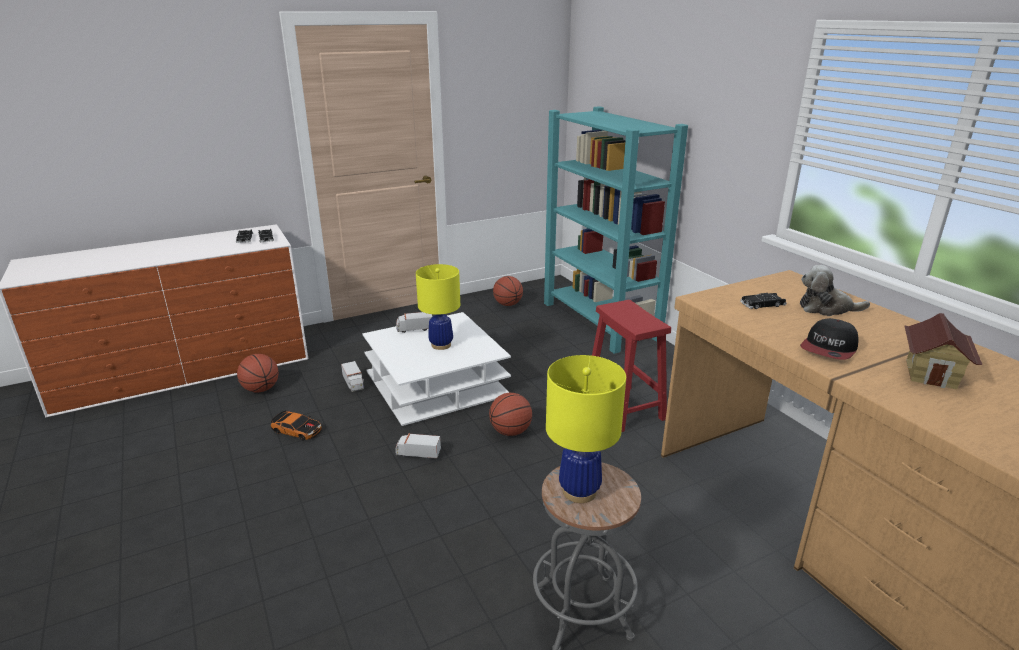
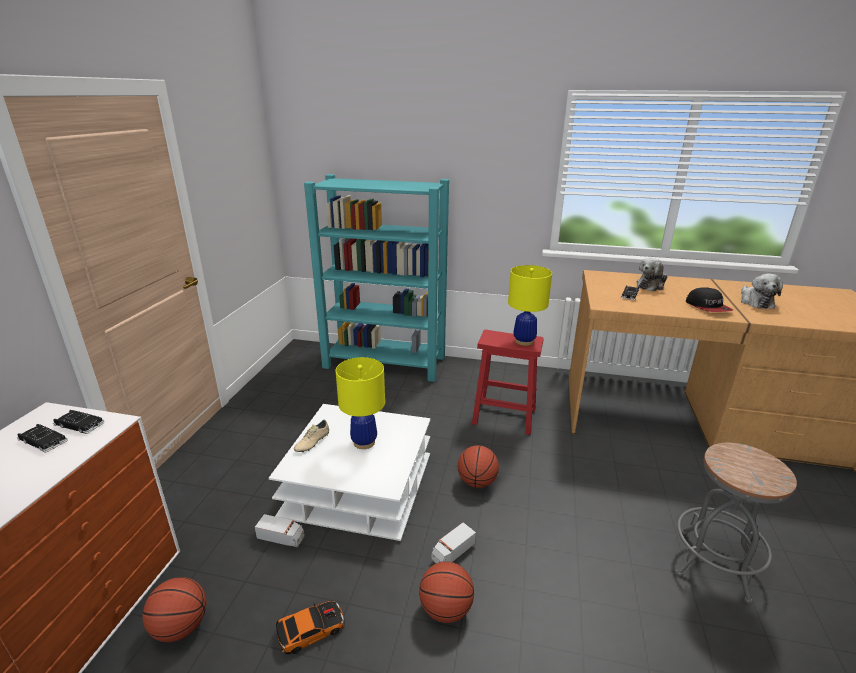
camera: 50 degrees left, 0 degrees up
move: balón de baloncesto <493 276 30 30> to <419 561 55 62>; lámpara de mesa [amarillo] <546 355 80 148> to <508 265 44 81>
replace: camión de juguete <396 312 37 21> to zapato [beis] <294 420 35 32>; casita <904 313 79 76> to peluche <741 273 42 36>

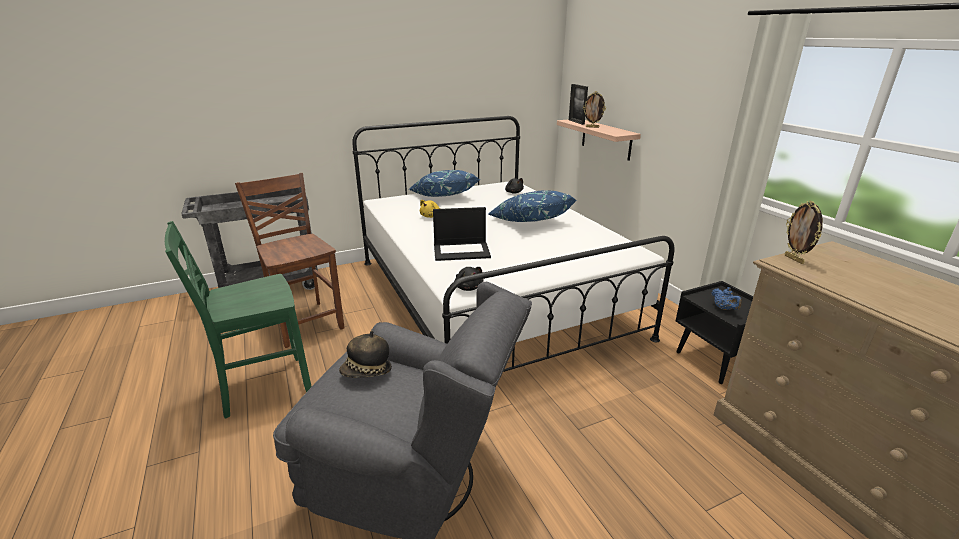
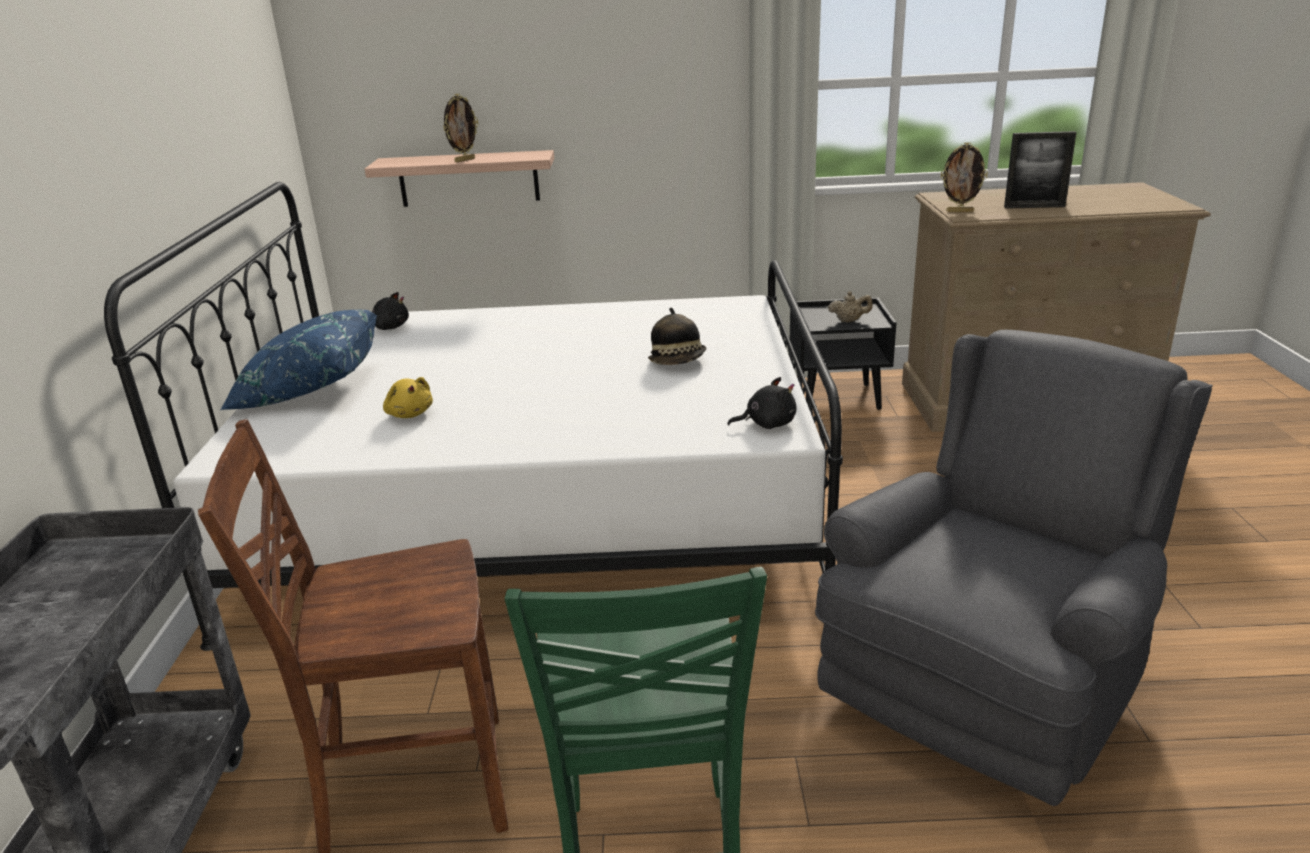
camera: 65 degrees left, 0 degrees up
delete: portátil <433 207 58 54>; cojín [azul] <489 190 88 32>
move: sombrero <339 330 53 48> to <648 308 58 57>; portarretratos <569 84 19 41> to <1004 131 73 78>
recolor: tetera [azul] <712 287 30 23> to tetera [beis] <828 291 45 31>

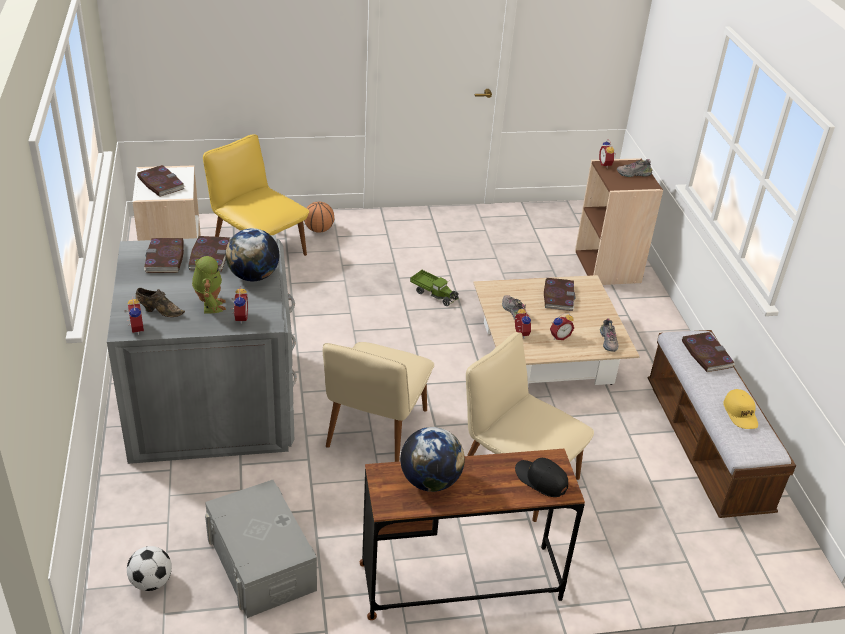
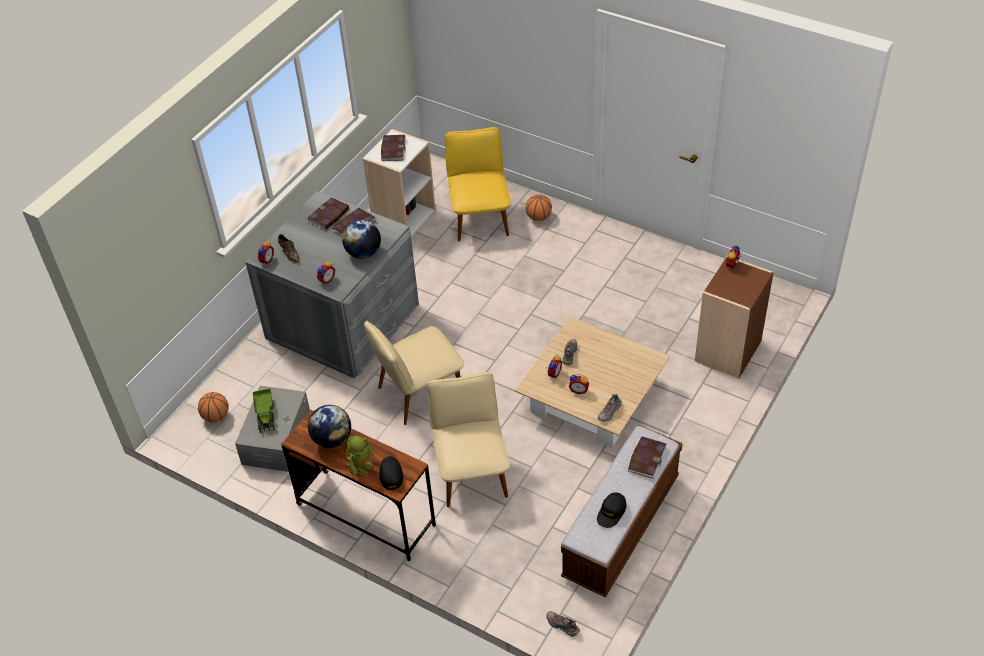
camera: 45 degrees right, 10 degrees up
delete: libro <544 278 31 33>
move: camión de juguete <410 270 49 36> to <253 389 22 44>; robot de juguete <192 256 34 57> to <346 435 28 42>; zapato <617 159 36 18> to <546 611 34 25>
replace: balón de fútbol <127 546 45 45> to balón de baloncesto <198 392 31 30>
recolor: gorra [amarillo] <723 389 35 40> to gorra [negro] <597 492 29 36>

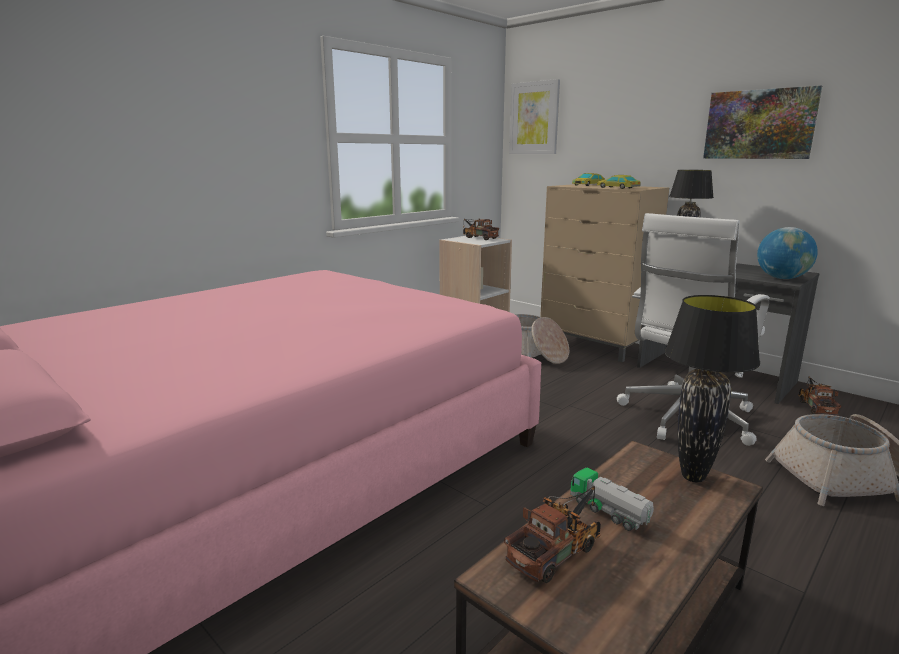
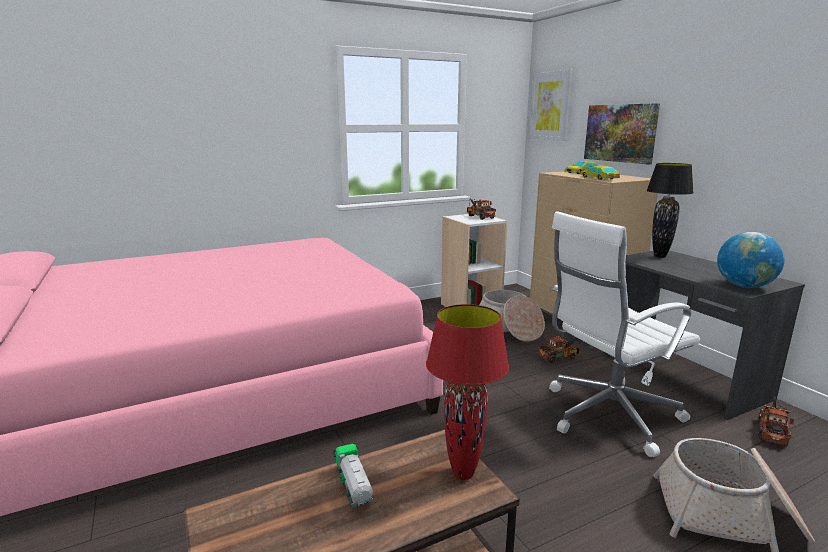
camera: 20 degrees right, 0 degrees up
move: camión de juguete <504 486 97 97> to <538 336 42 27>; cuadro <703 86 119 73> to <584 103 76 62>
recolor: lámpara de mesa [negro] <665 295 95 187> to lámpara de mesa [rojo] <426 304 83 176>

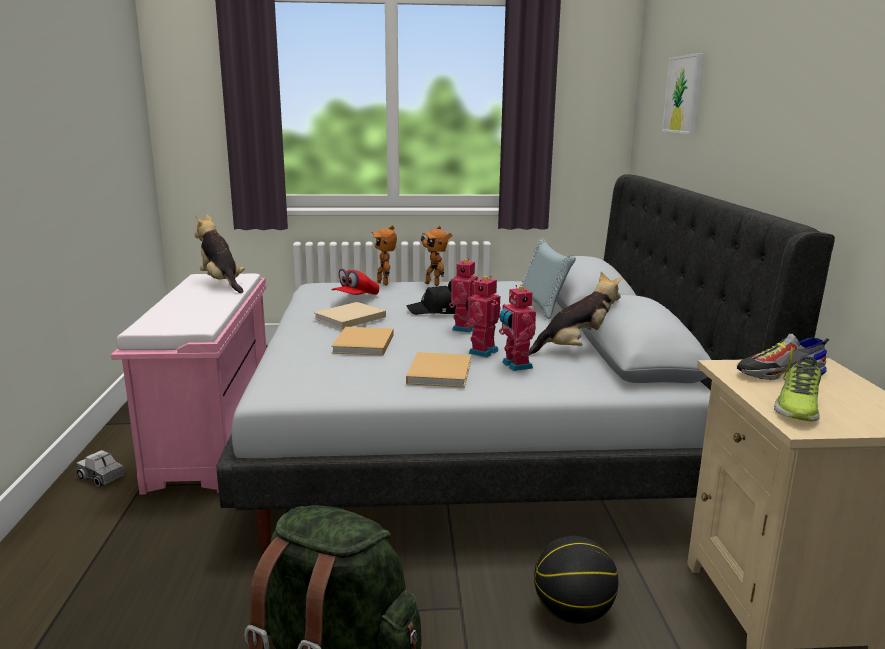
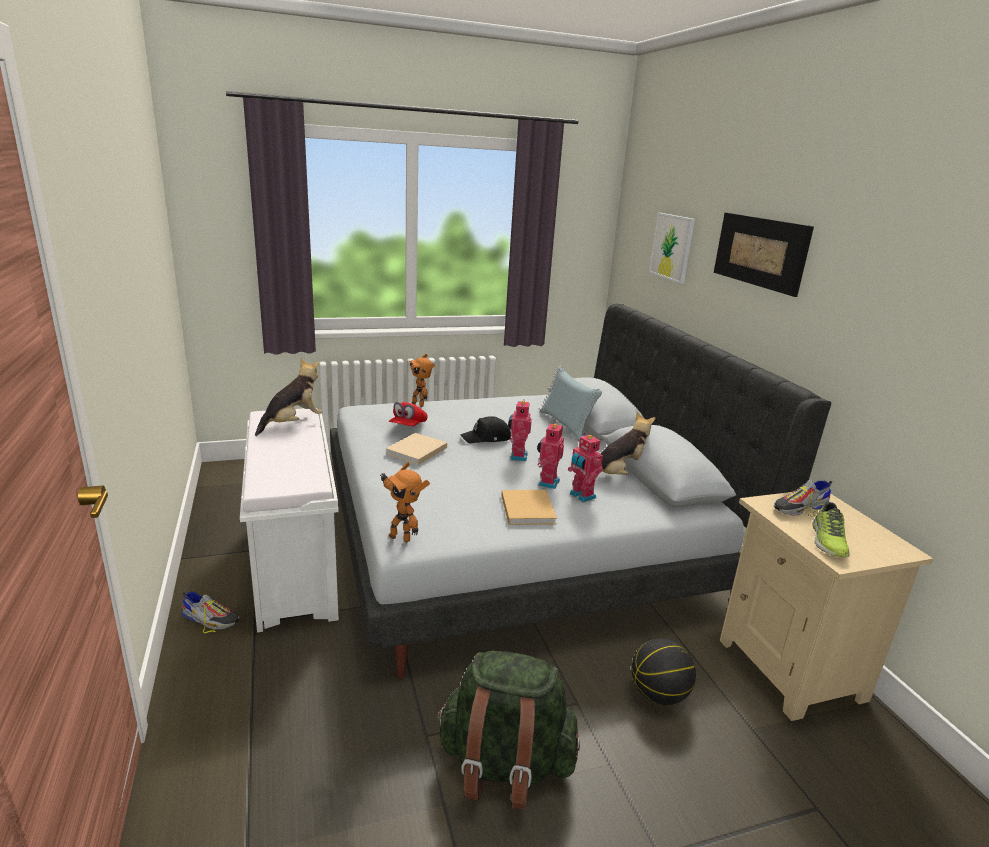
camera: 15 degrees left, 5 degrees up
delete: libro [beis] <331 327 63 29>
insert: cuadro <714 213 100 84>
move: robot de juguete <420 226 33 60> to <380 462 50 80>
replace: camión de juguete <76 450 49 37> to zapato <182 592 57 41>
recolor: banco [rosa] <111 274 155 221> to banco [blanco] <240 408 99 224>
rotate: peluche <194 215 51 78> = <255 359 67 77> 90 degrees clockwise

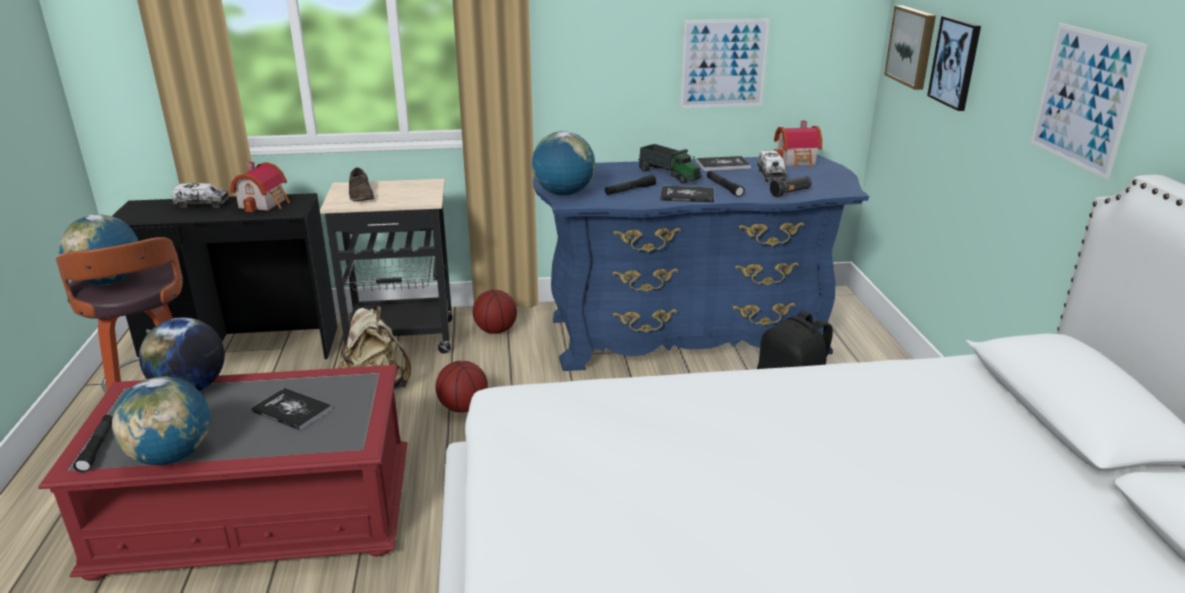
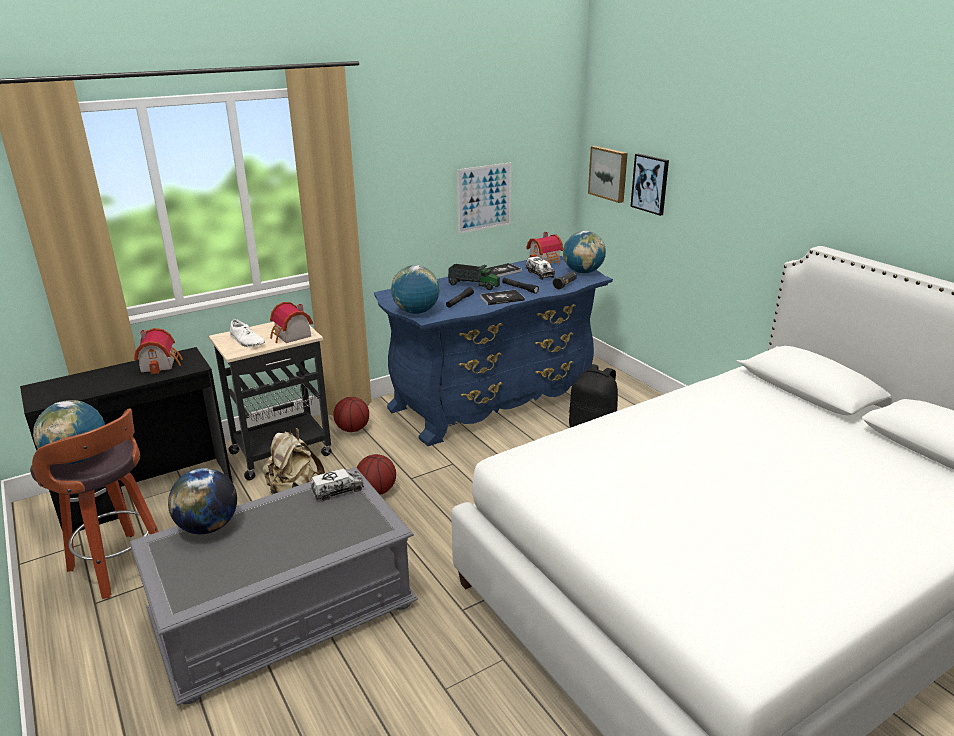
camera: 25 degrees left, 0 degrees up
delete: linterna [negro] <73 415 40 58>; libro <251 388 81 43>; cuadro <1031 23 116 156>
insert: casita <270 302 43 41>
move: camión de juguete <172 183 57 25> to <311 469 53 32>; globo terráqueo <112 376 98 89> to <563 231 43 43>
recolor: mesa de centro [rojo] <38 365 370 216> to mesa de centro [gris] <130 467 288 239>; zapato [marrón] <349 167 25 34> to zapato [blanco] <230 319 35 28>

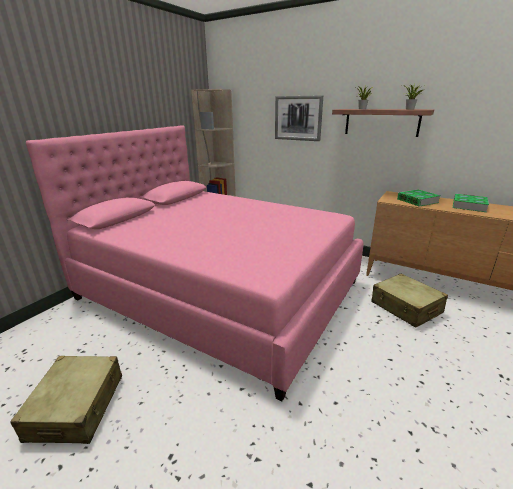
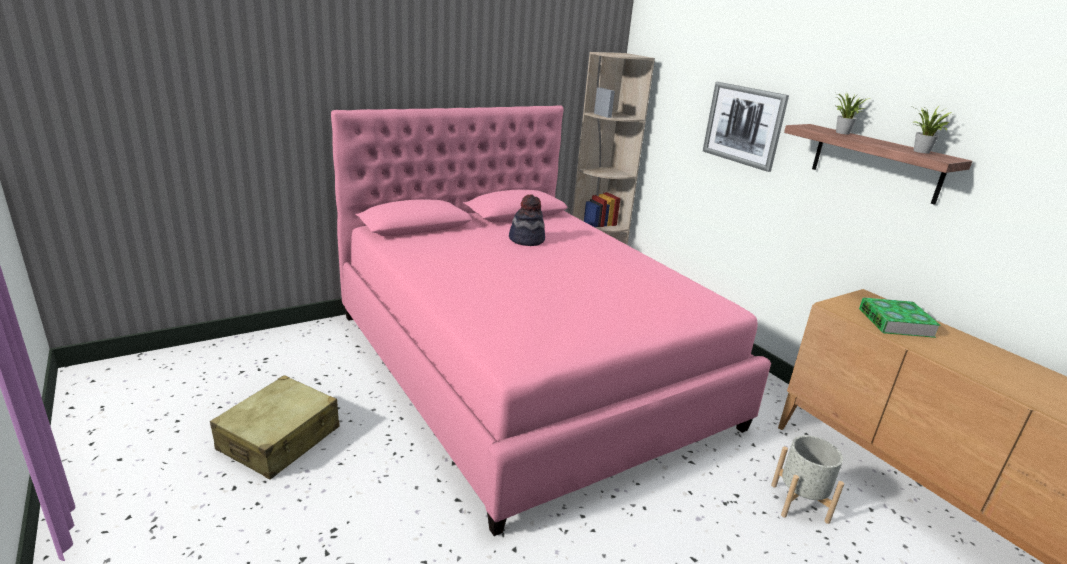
camera: 25 degrees right, 0 degrees up
delete: libro <453 194 36 18>
insert: sombrero <509 194 36 52>
replace: maleta [beis] <371 274 77 54> to maceta [gris] <771 435 73 89>

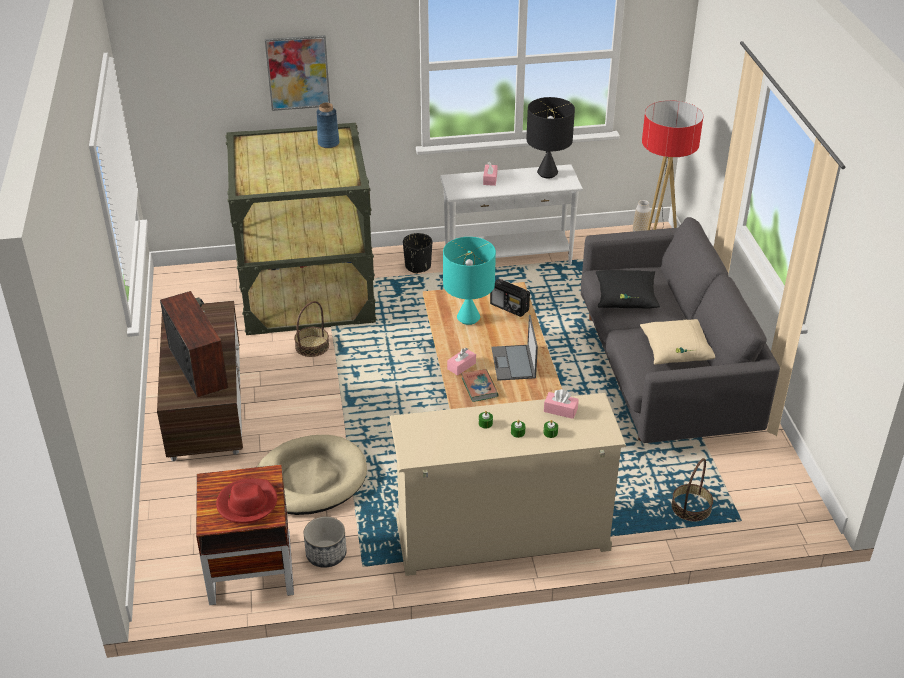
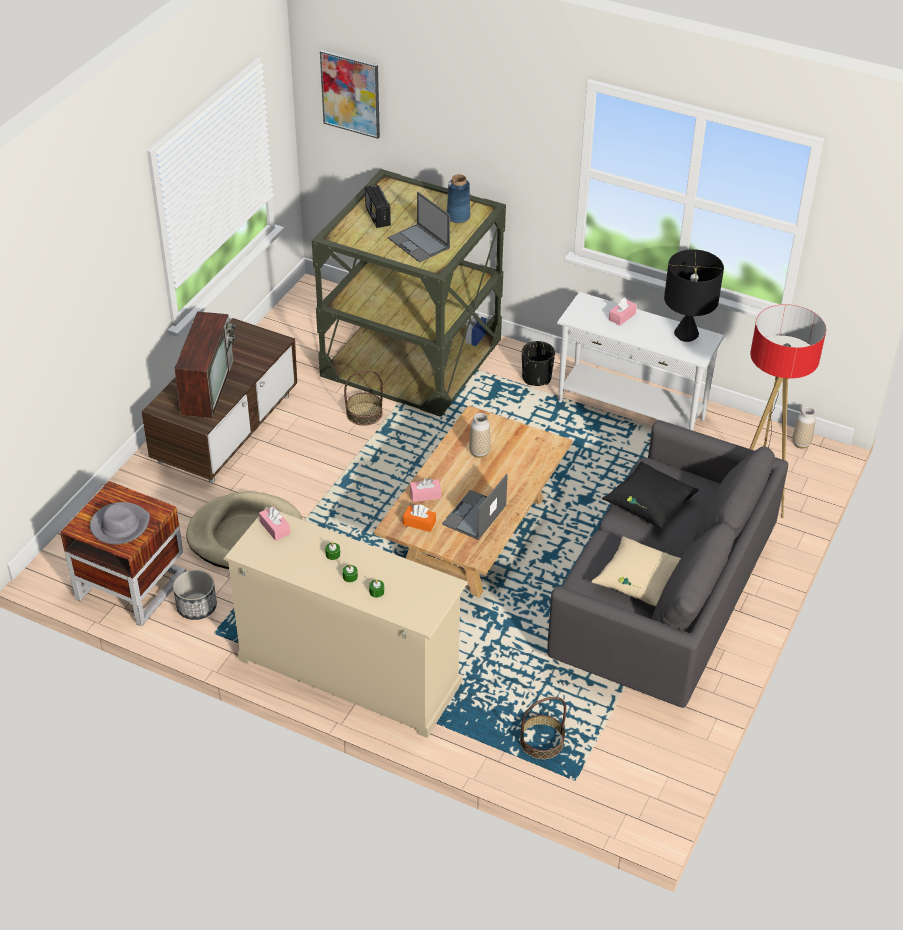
camera: 35 degrees right, 5 degrees up
insert: portátil <388 192 62 70>
move: caja de pañuelos [rosa] <544 389 35 30> to <259 506 31 35>; cuadro <265 35 65 76> to <320 50 60 89>; radio <490 279 40 38> to <365 184 26 44>
replace: libro <461 369 38 33> to caja de pañuelos [naranja] <403 504 33 28>; lámpara de mesa [turquesa] <443 237 53 88> to florero <469 413 21 45>
recolor: sombrero [rojo] <216 478 61 45> to sombrero [gris] <90 502 60 42>

